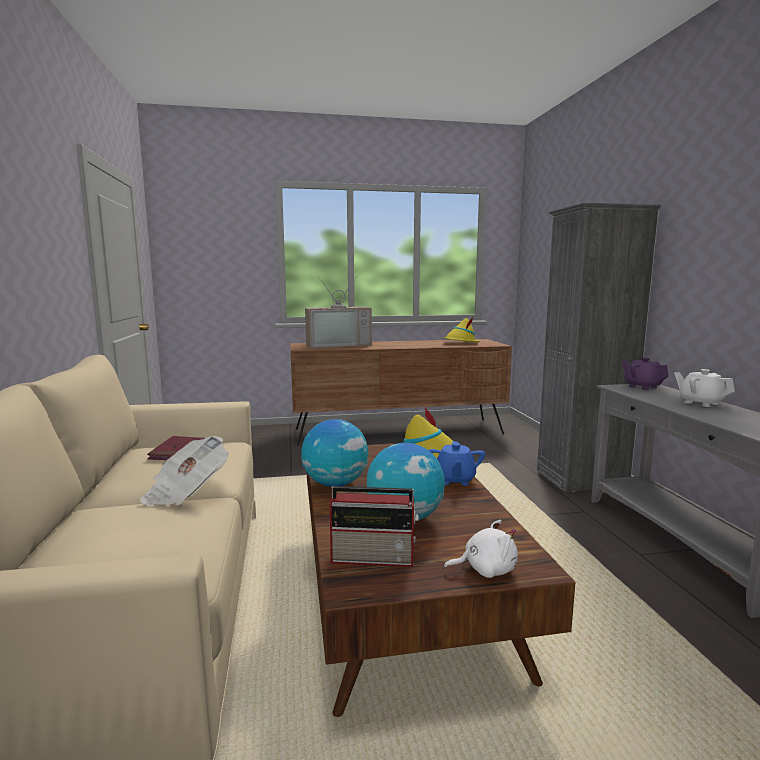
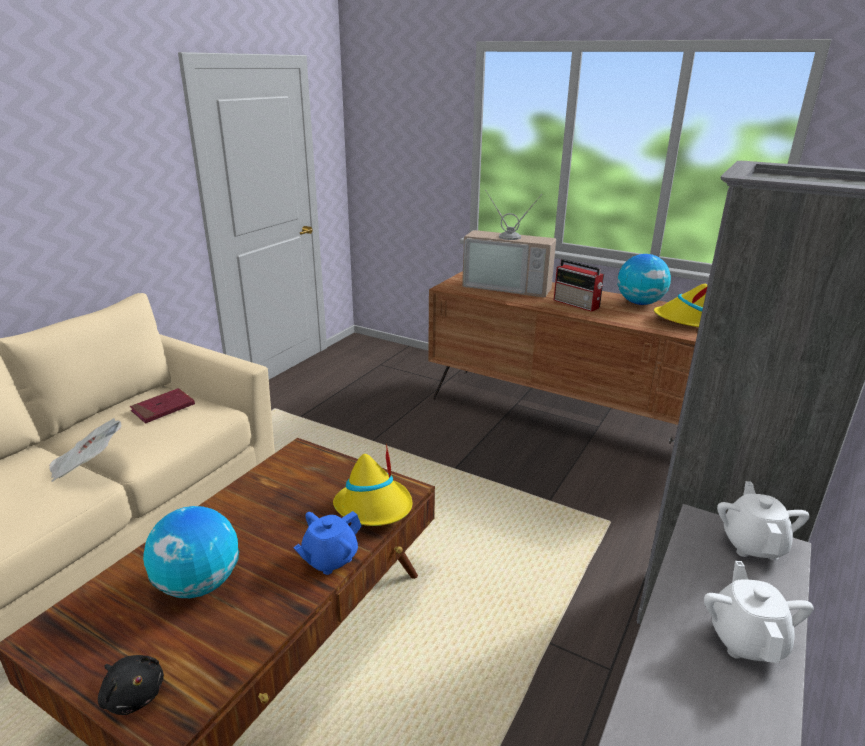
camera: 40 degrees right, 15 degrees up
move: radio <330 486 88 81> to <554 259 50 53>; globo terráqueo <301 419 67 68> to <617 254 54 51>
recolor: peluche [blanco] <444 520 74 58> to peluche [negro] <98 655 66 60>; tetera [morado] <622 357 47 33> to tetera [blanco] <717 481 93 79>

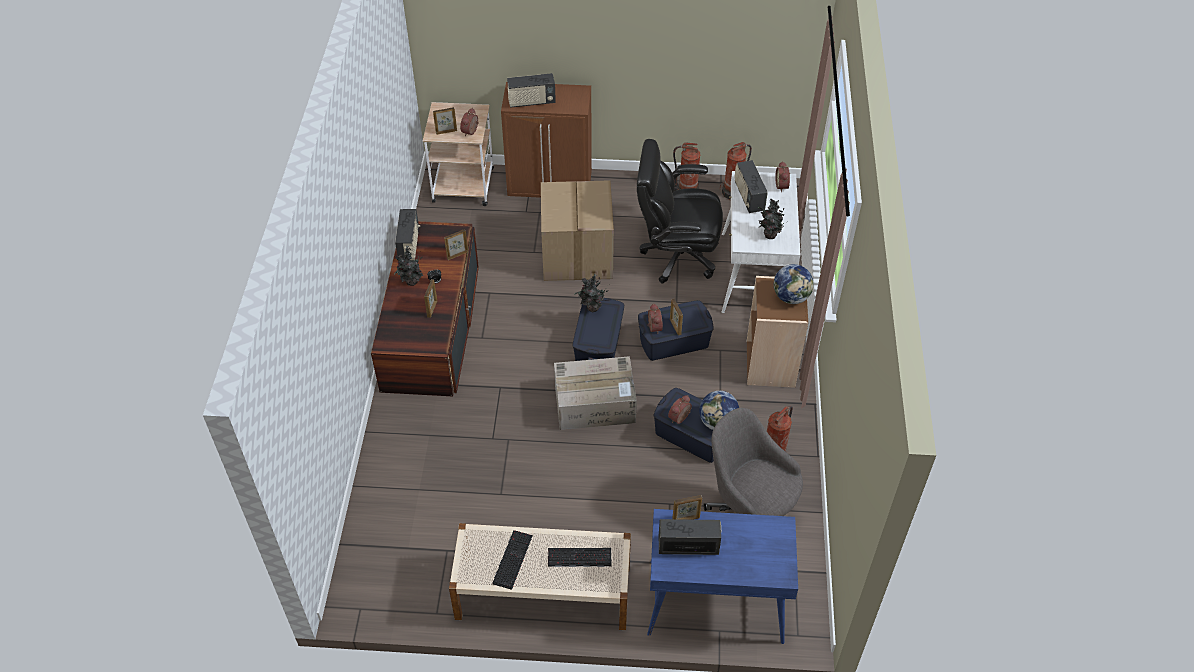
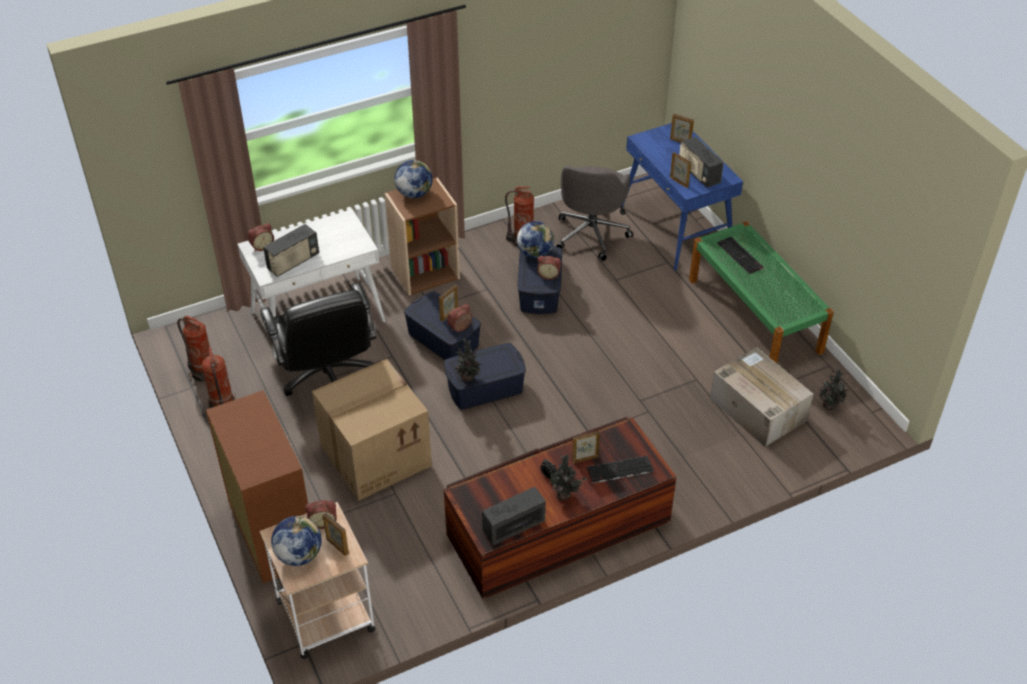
camera: 120 degrees left, 5 degrees down
delete: radio <507 73 49 35>
insert: globo terráqueo <271 516 51 50>
move: teclado <492 530 41 60> to <587 456 67 27>; portarretratos <444 229 24 31> to <670 114 24 29>; caja de cartón <554 356 83 74> to <710 347 103 100>; planta en maceta <758 199 30 40> to <819 368 30 43>
recolor: banco [beis] <449 523 182 107> to banco [verde] <689 221 145 142>

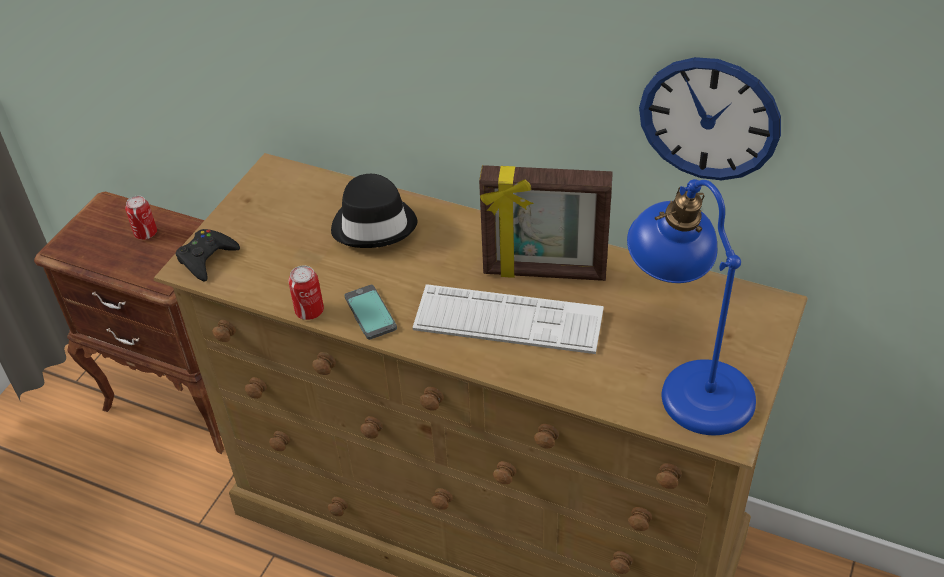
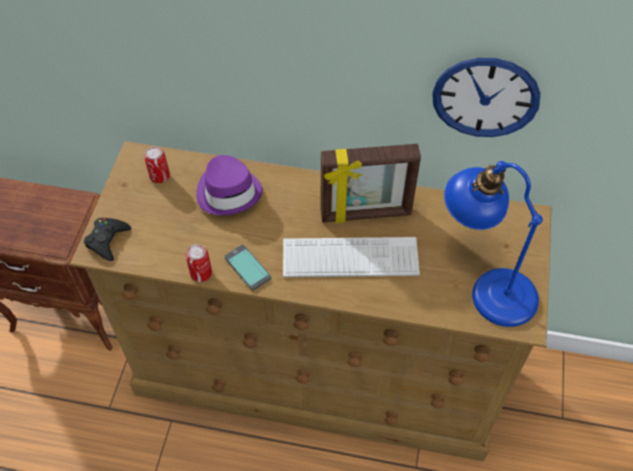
camera: 15 degrees left, 10 degrees up
move: lata <125 196 32 44> to <145 146 25 37>
recolor: sombrero [negro] <331 174 86 74> to sombrero [morado] <196 155 67 60>

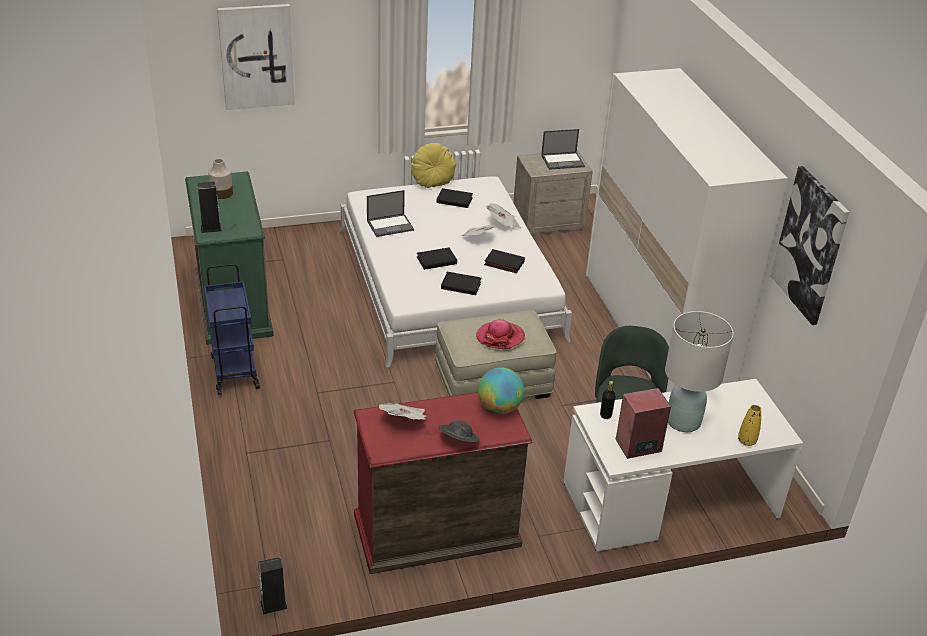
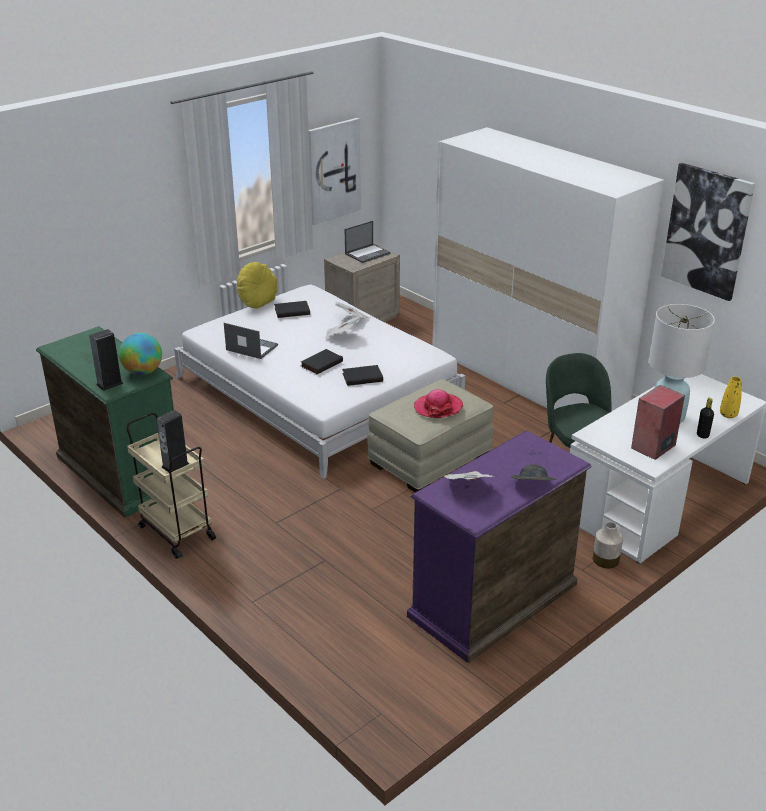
camera: 25 degrees left, 5 degrees down
delete: libro [negro] <484 249 41 24>
move: globo terráqueo <478 368 46 46> to <119 333 43 42>; altavoz <258 557 30 58> to <156 410 33 62>; cuadro <217 4 78 106> to <309 118 52 107>; florero [beis] <208 159 25 40> to <593 522 30 46>; botella [negro] <600 381 16 38> to <697 398 17 41>
recolor: carrito [azul] <204 264 56 131> to carrito [beis] <127 413 89 146>; cómoda [rojo] <353 392 179 182> to cómoda [morado] <407 430 185 233>
rotate: portátil <367 190 47 47> = <224 323 54 36> 105 degrees counterclockwise

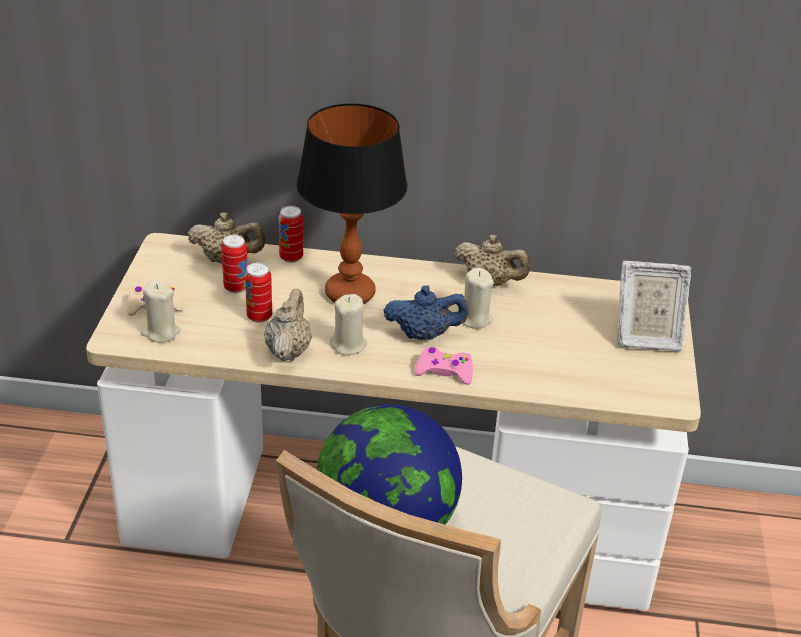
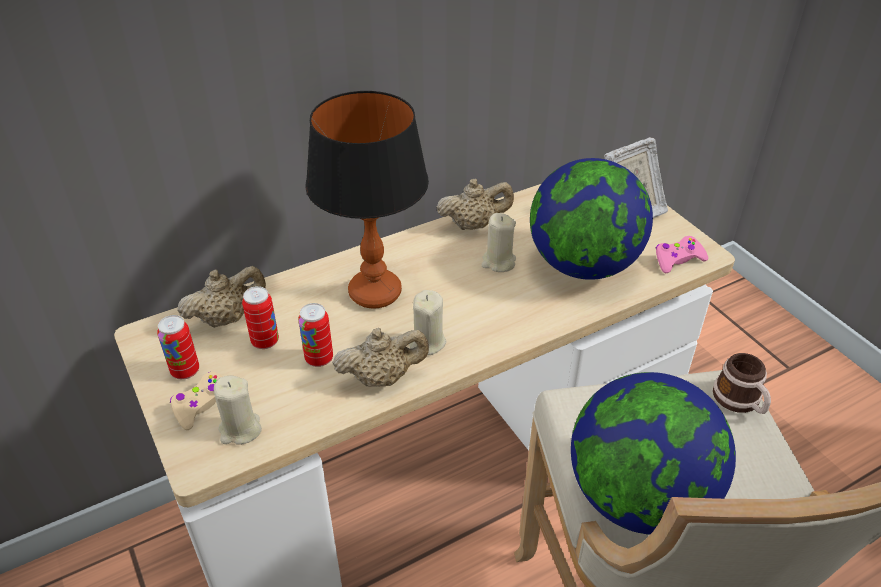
camera: 35 degrees left, 5 degrees up
delete: tetera [azul] <384 286 85 54>
insert: globo terráqueo <530 158 123 122>; taza grande <713 353 58 61>
move: lata <278 206 25 57> to <157 315 42 64>; mando de consola [rosa] <414 347 59 38> to <656 236 52 37>
rotate: tetera [beis] <264 289 48 72> = <332 328 97 59> 105 degrees clockwise

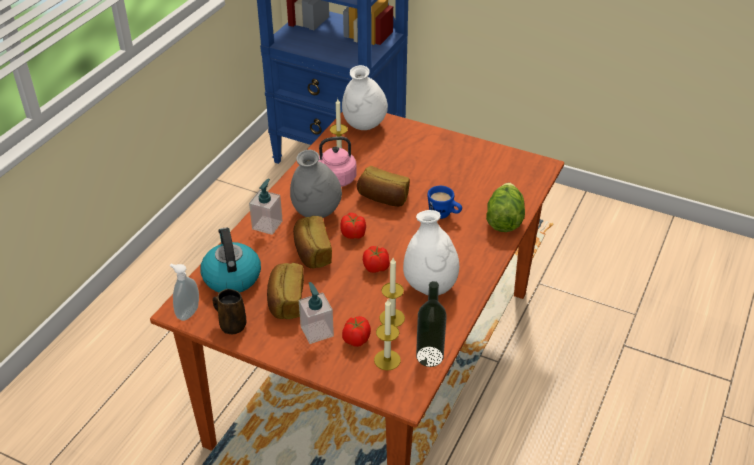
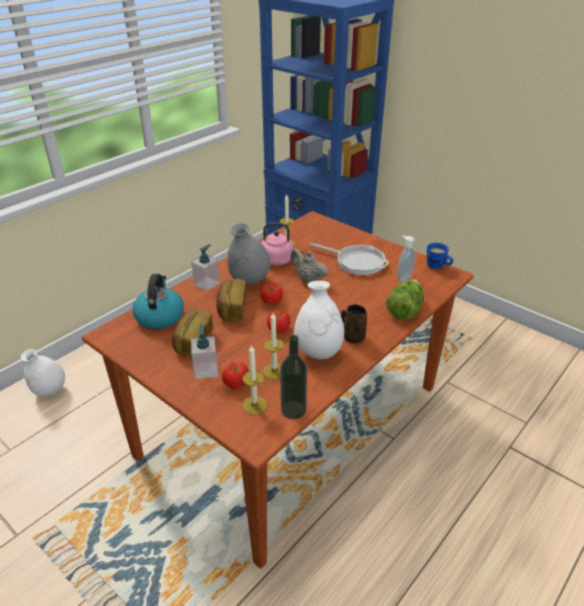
camera: 15 degrees right, 5 degrees down
insert: sartén <310 243 79 32>
move: florero [blanco] <342 65 46 65> to <21 349 44 48>; taza grande [marrón] <213 289 33 45> to <341 304 26 39>; dispensador de jabón <170 264 29 57> to <397 235 18 47>; taza grande [azul] <427 186 35 33> to <427 243 26 26>
replace: pan <357 166 53 41> to tetera [beis] <291 248 38 35>

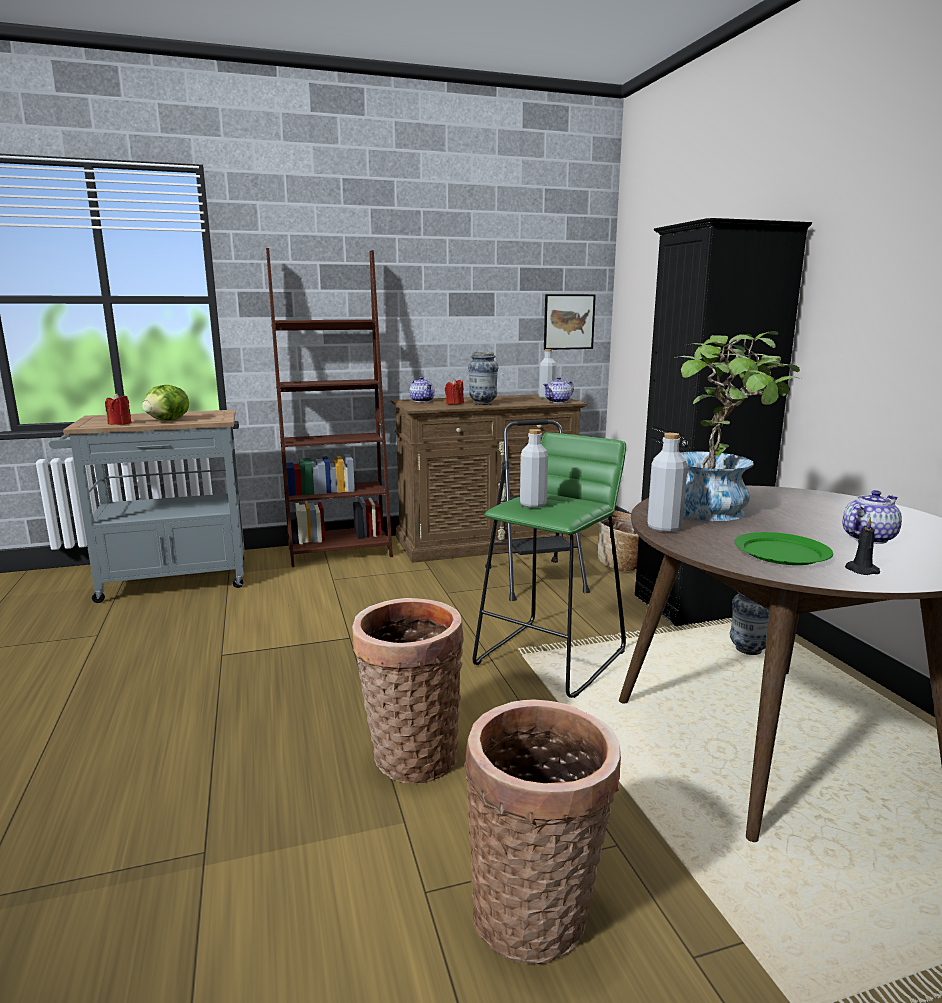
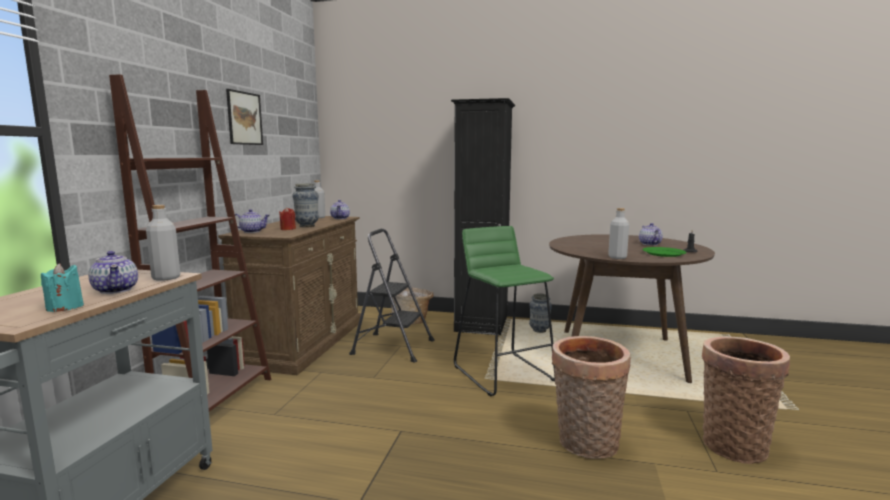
camera: 60 degrees left, 5 degrees down
delete: planta en maceta <674 331 127 190>
move: botella [gris] <520 429 28 79> to <146 205 34 76>; cuadro <544 294 52 56> to <226 89 37 56>
replace: lechuga <142 385 47 36> to tetera <88 251 50 43>
recolor: vela [rojo] <105 393 26 32> to vela [turquesa] <41 263 43 49>

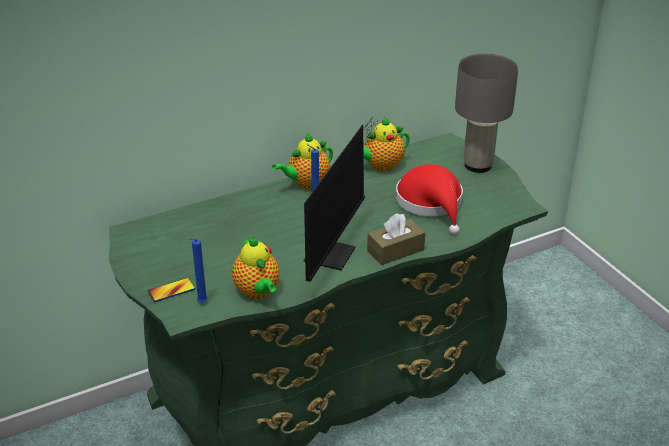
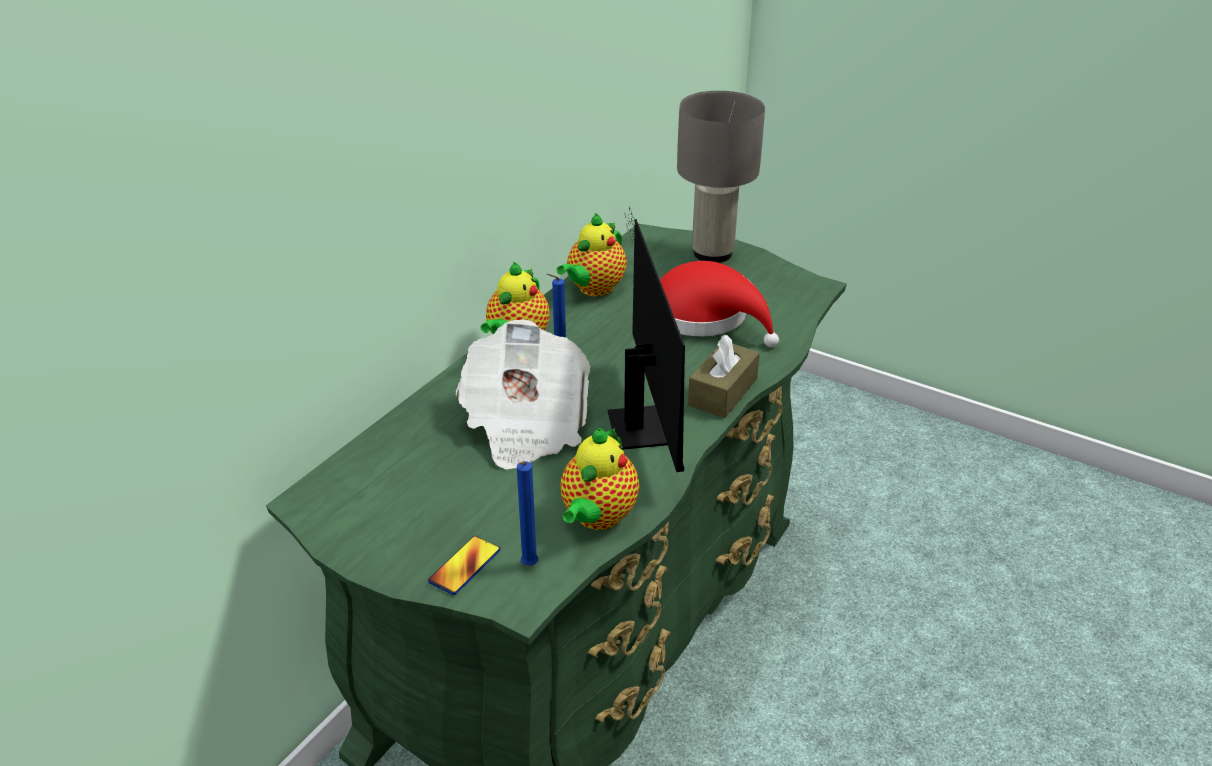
camera: 30 degrees left, 0 degrees up
insert: periódico <455 319 135 151>
rotate: tetera <232 237 48 62> = <560 427 79 103> 75 degrees clockwise

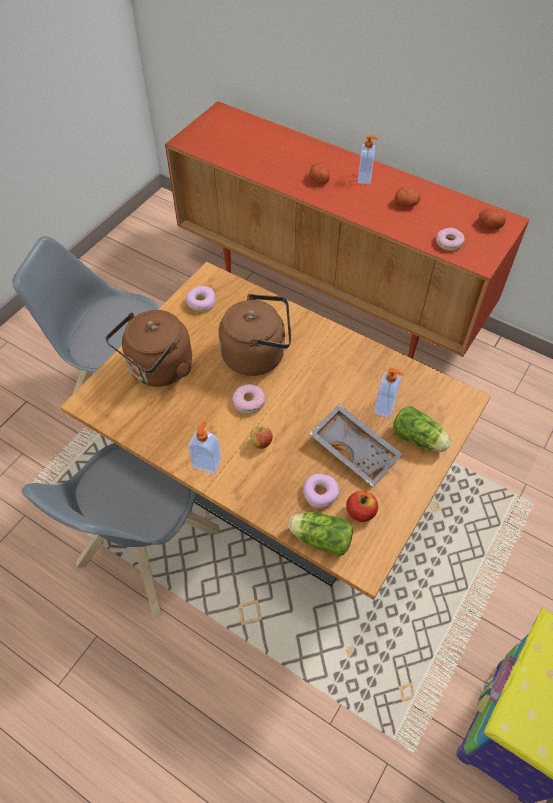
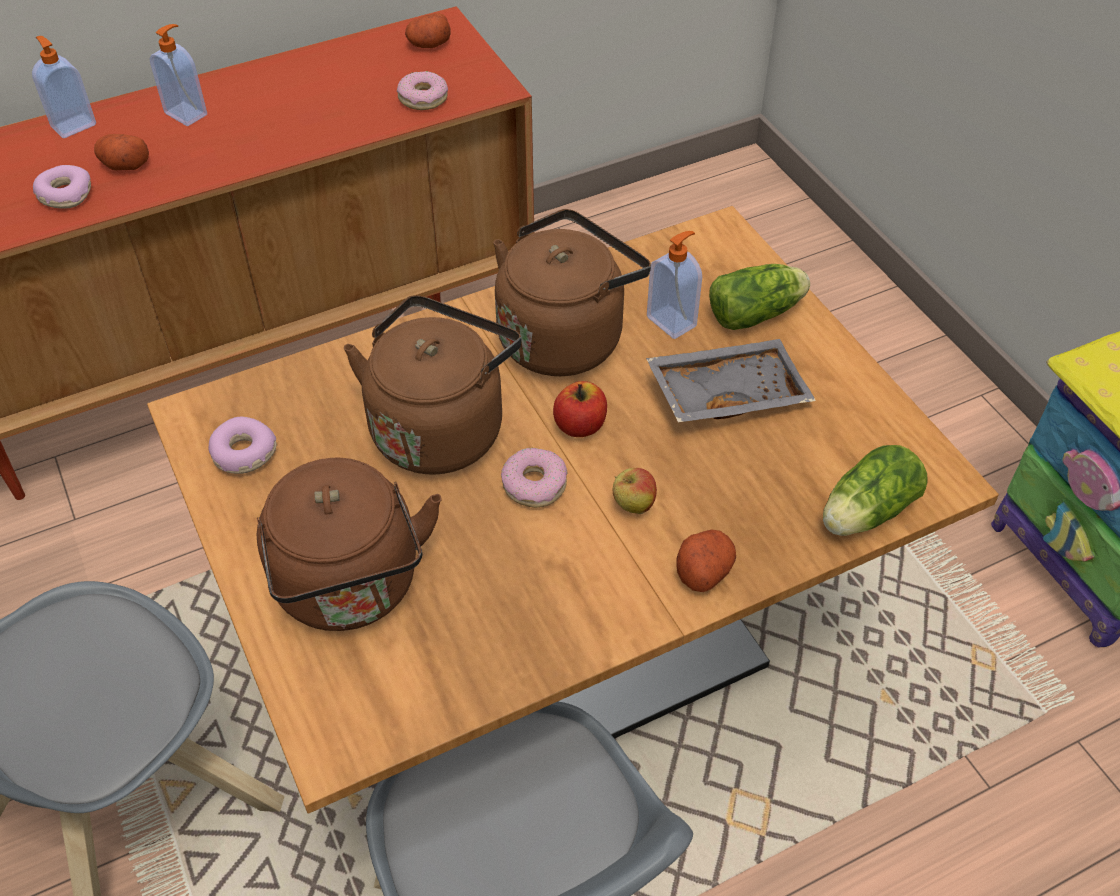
camera: 60 degrees left, 5 degrees down
insert: hervidor [marrón] <493 209 158 167>
move: dispensador de jabón <188 421 33 53> to <32 36 64 102>; rosquilla <303 474 37 34> to <33 165 58 44>; manzana <346 491 32 31> to <553 381 54 56>; patata <394 187 27 19> to <676 530 60 62>

